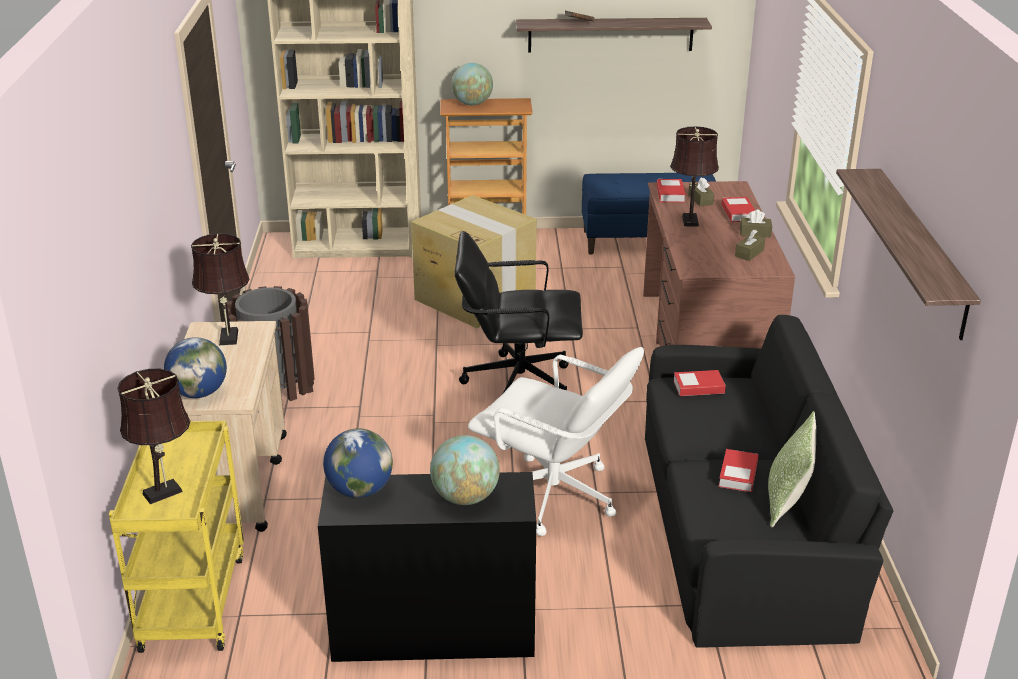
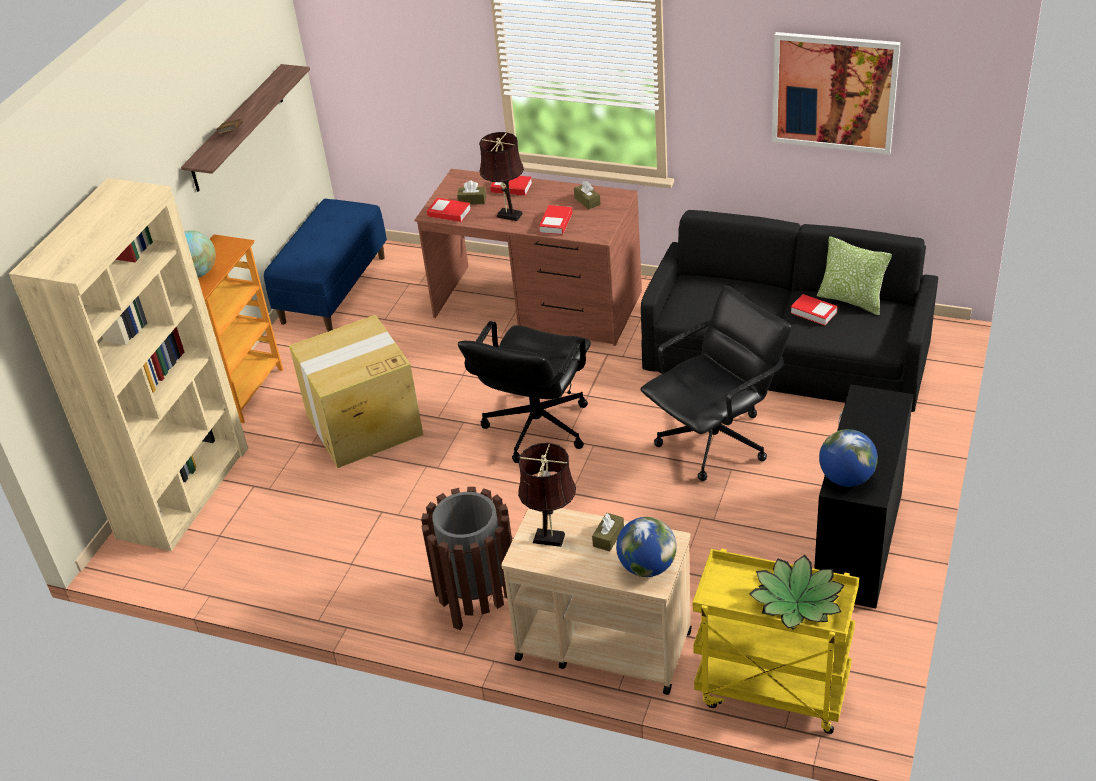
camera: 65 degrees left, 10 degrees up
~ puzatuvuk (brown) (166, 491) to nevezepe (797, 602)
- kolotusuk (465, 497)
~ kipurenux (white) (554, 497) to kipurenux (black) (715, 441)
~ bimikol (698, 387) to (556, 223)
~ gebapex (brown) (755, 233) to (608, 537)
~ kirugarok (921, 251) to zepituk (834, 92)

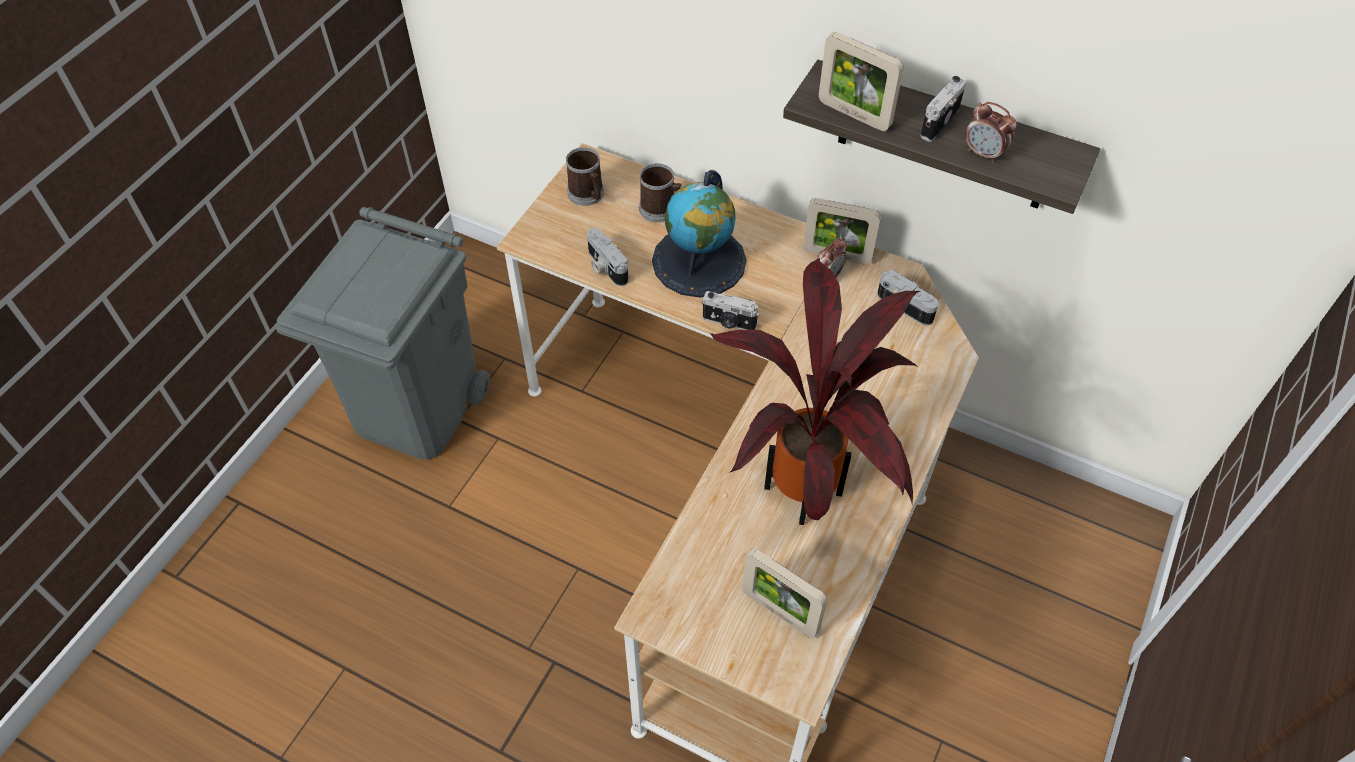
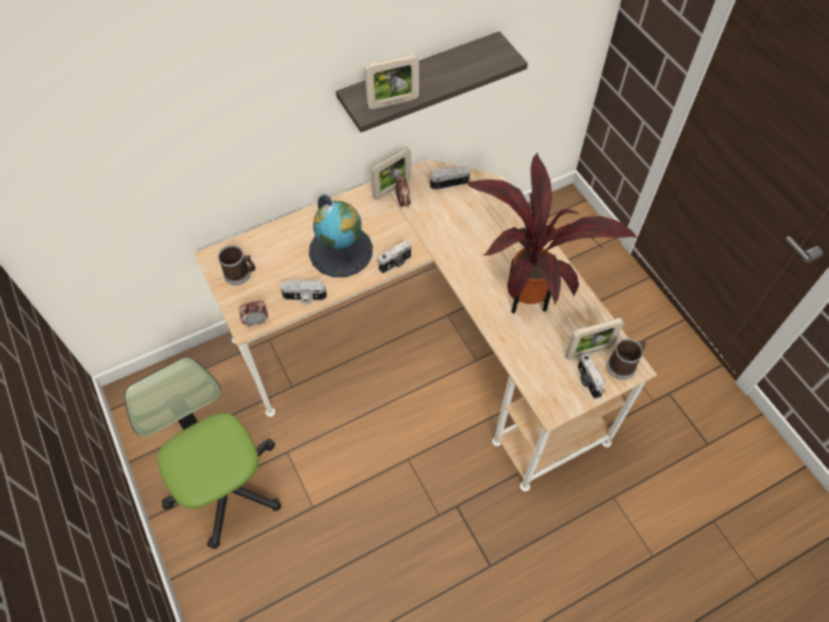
camera: 55 degrees left, 5 degrees up
~ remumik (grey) (417, 409) to kipurenux (226, 487)
~ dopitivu (661, 210) to (624, 365)
~ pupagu (937, 122) to (587, 381)
~ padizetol (983, 154) to (256, 321)

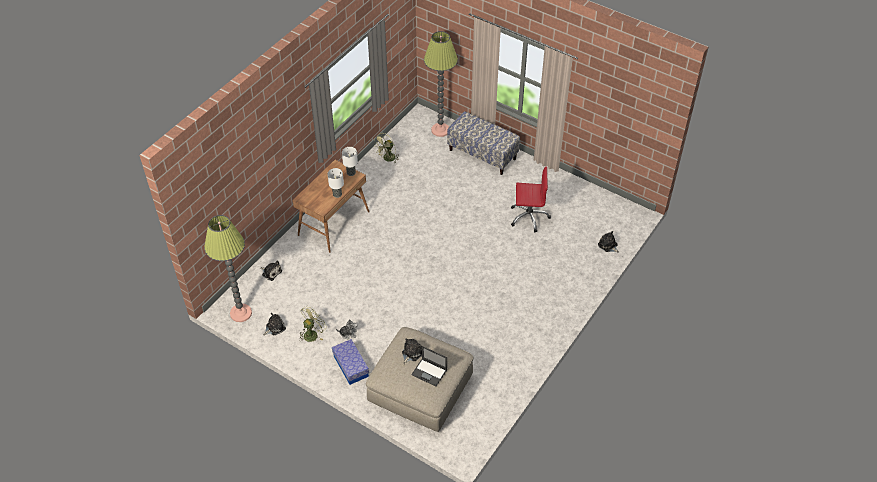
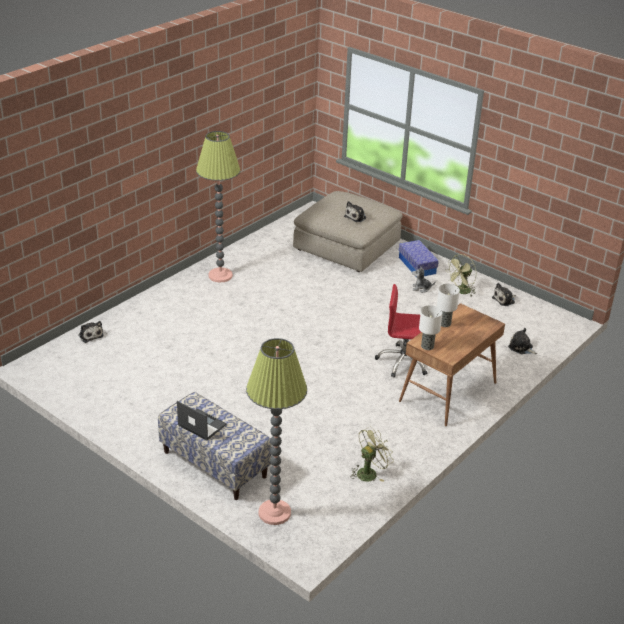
camera: 175 degrees left, 15 degrees down
~ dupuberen (241, 313) to (220, 275)
~ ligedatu (429, 372) to (201, 424)
~ kipurenux (red) (529, 217) to (403, 362)

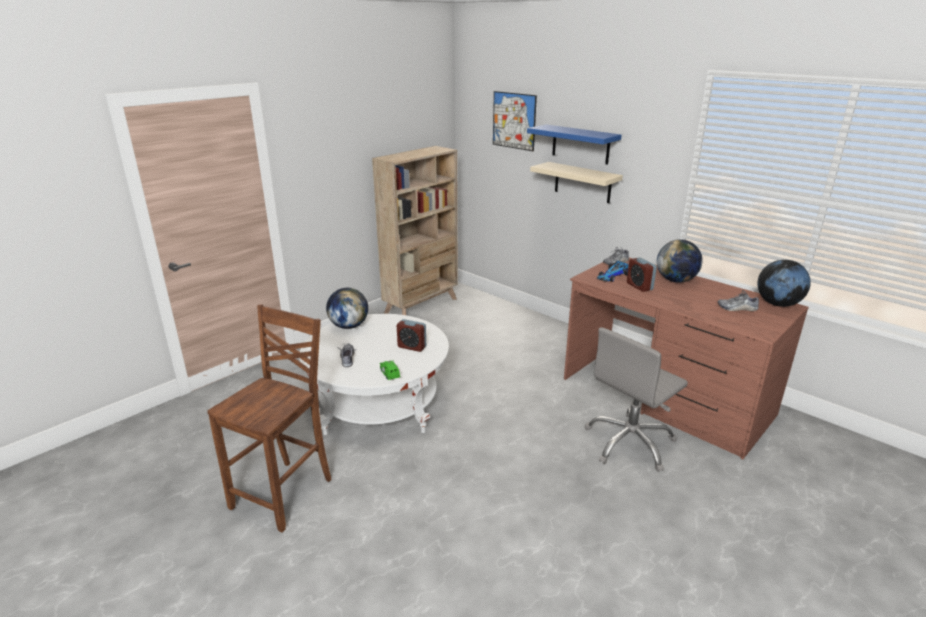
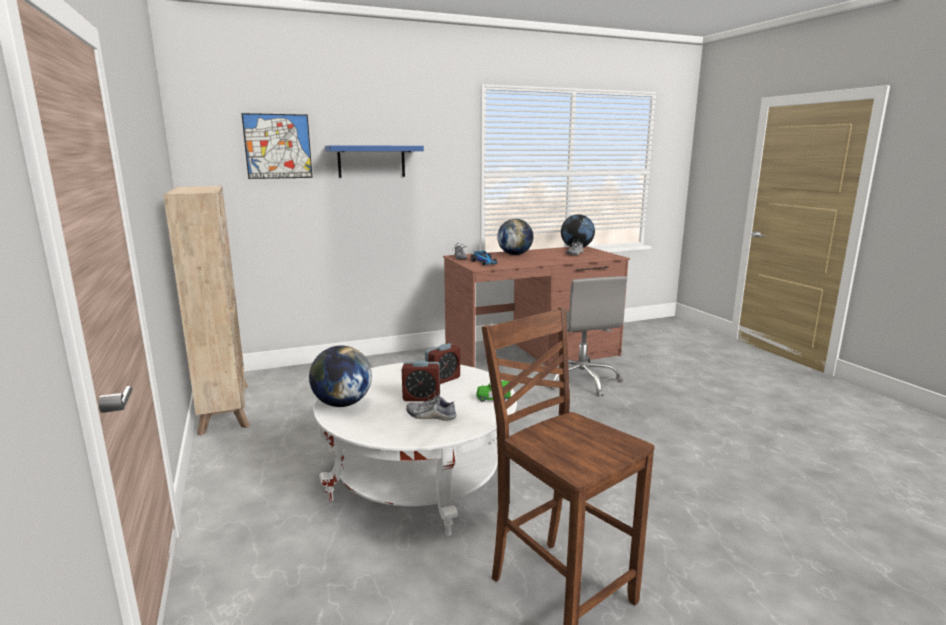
camera: 65 degrees left, 10 degrees down
- kirugarok (beige) (582, 182)
~ padizetol (639, 286) to (421, 398)

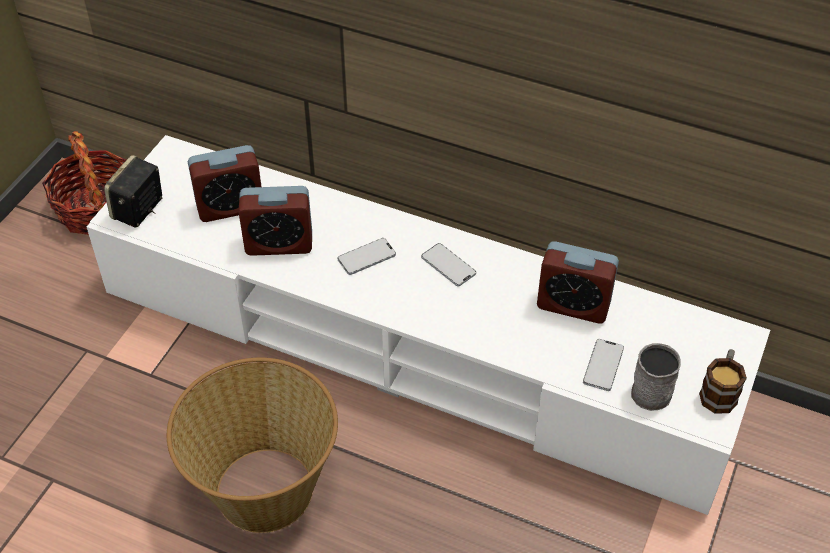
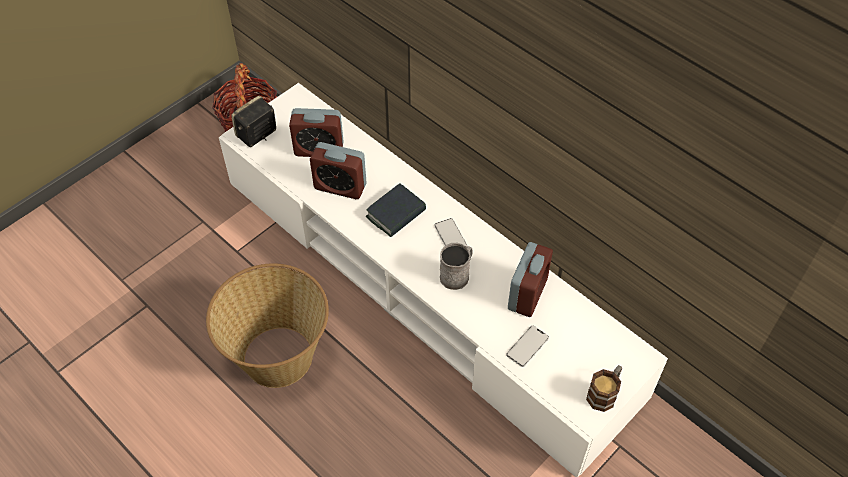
camera: 20 degrees right, 5 degrees up
~ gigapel (366, 257) to bimikol (396, 214)
~ padizetol (573, 305) = (527, 294) 105 degrees counterclockwise
~ dopitivu (grey) (652, 388) to (457, 274)

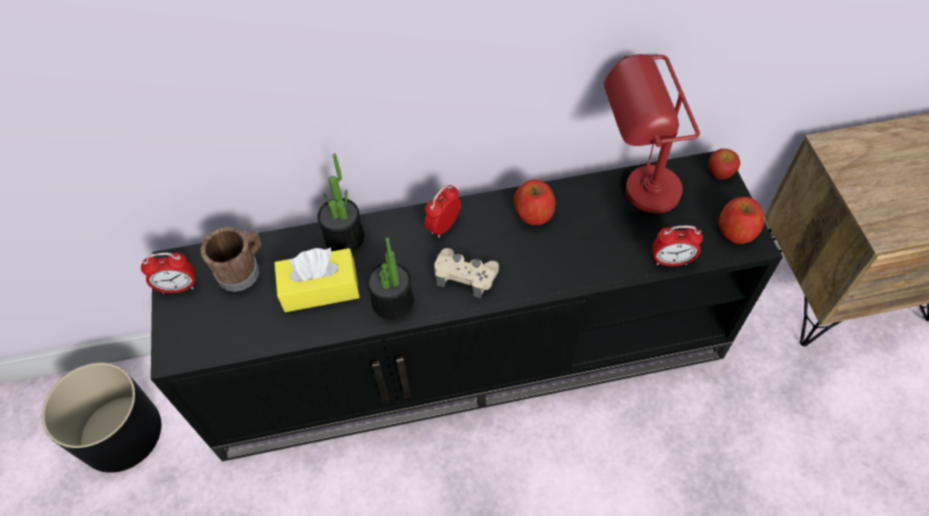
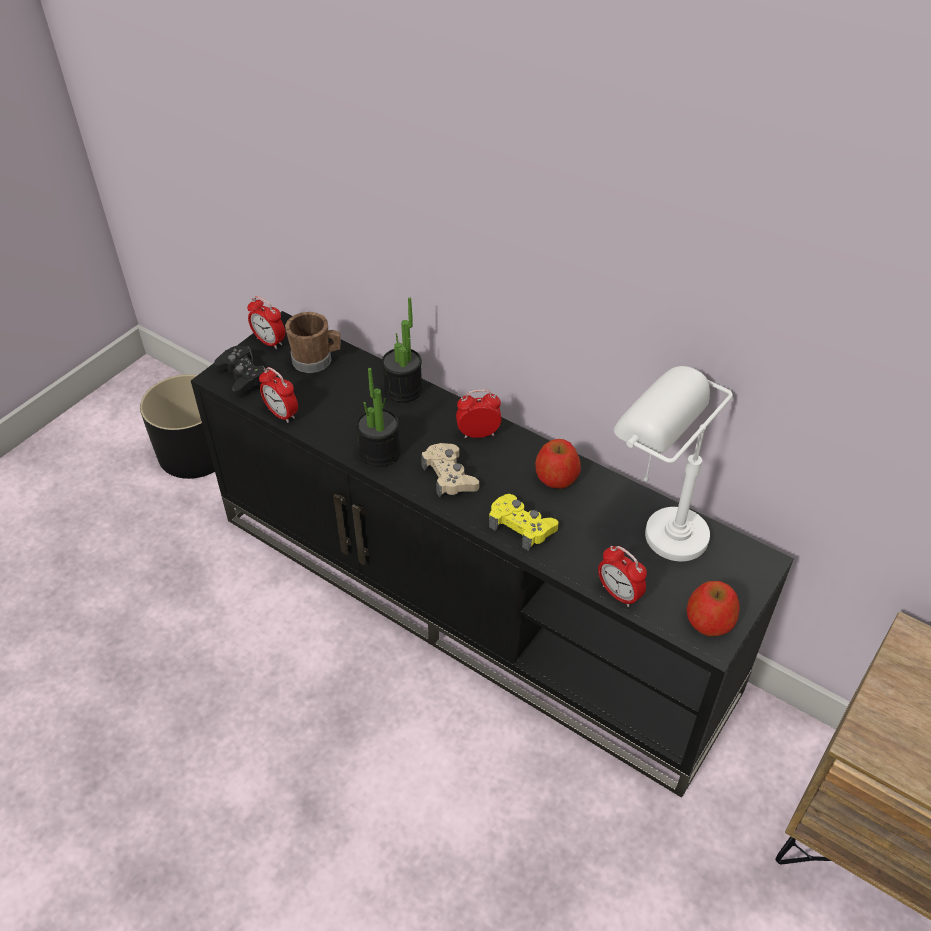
camera: 45 degrees right, 10 degrees down
- gebapex (yellow) (320, 288)
~ puzatuvuk (red) (634, 195) to puzatuvuk (white) (655, 527)
- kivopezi (719, 173)
+ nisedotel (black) (242, 376)
+ padizetol (282, 414)
+ nisedotel (yellow) (521, 526)

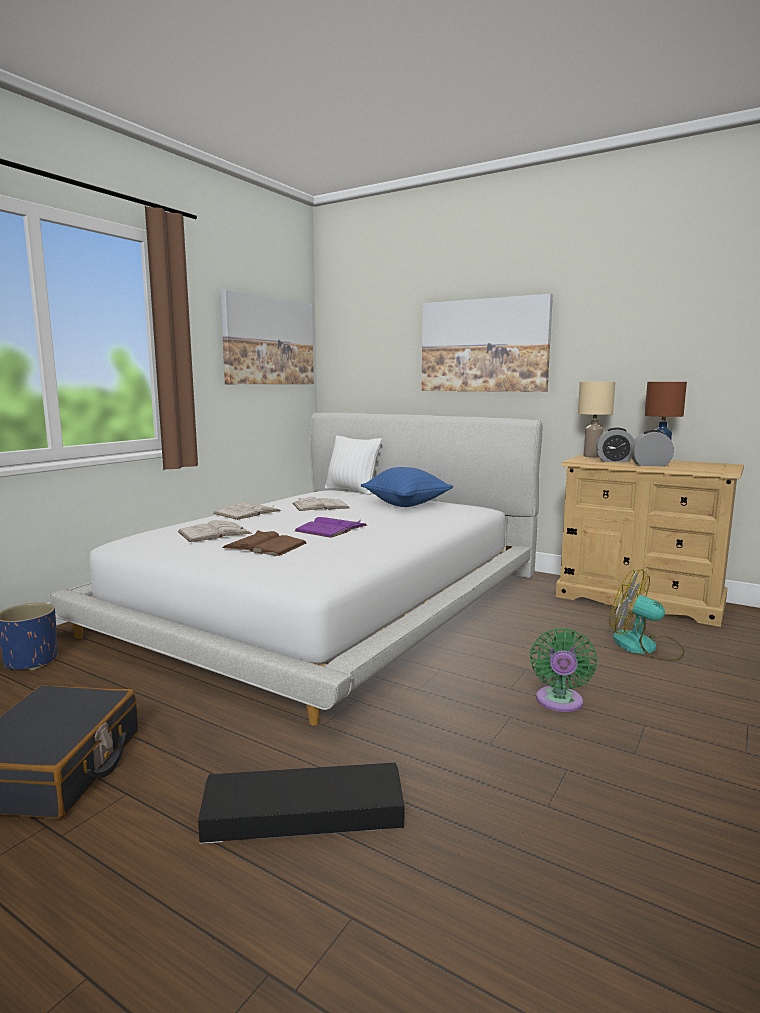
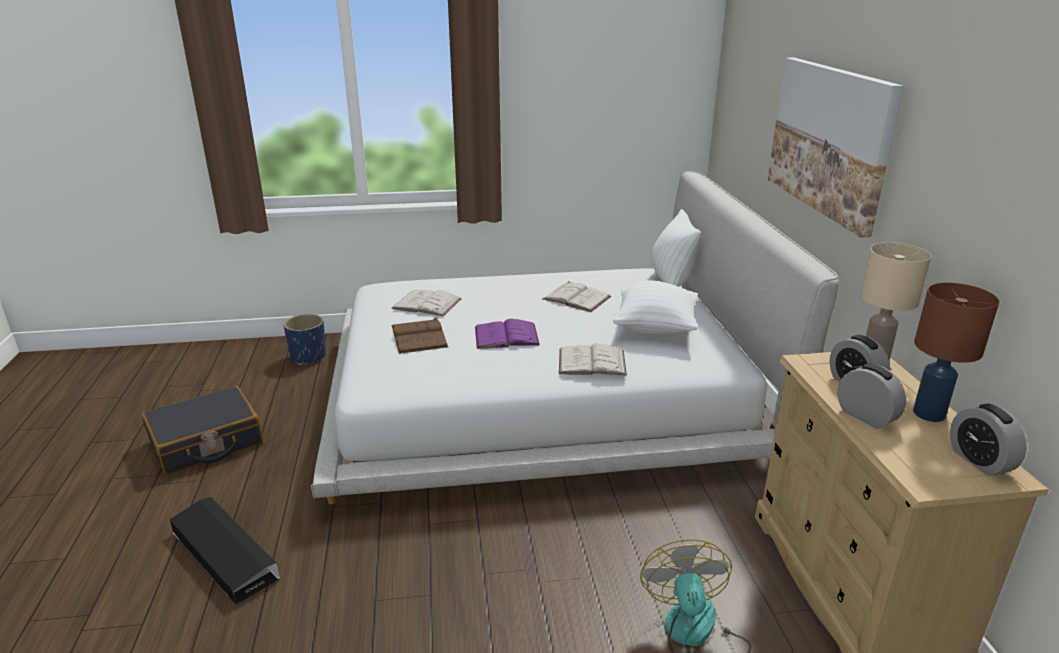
camera: 50 degrees right, 15 degrees up
~ bimikol (white) (247, 512) to (592, 362)
- zepituk (268, 341)
~ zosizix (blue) (406, 504) to zosizix (white) (655, 328)
- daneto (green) (559, 702)
+ padizetol (979, 461)

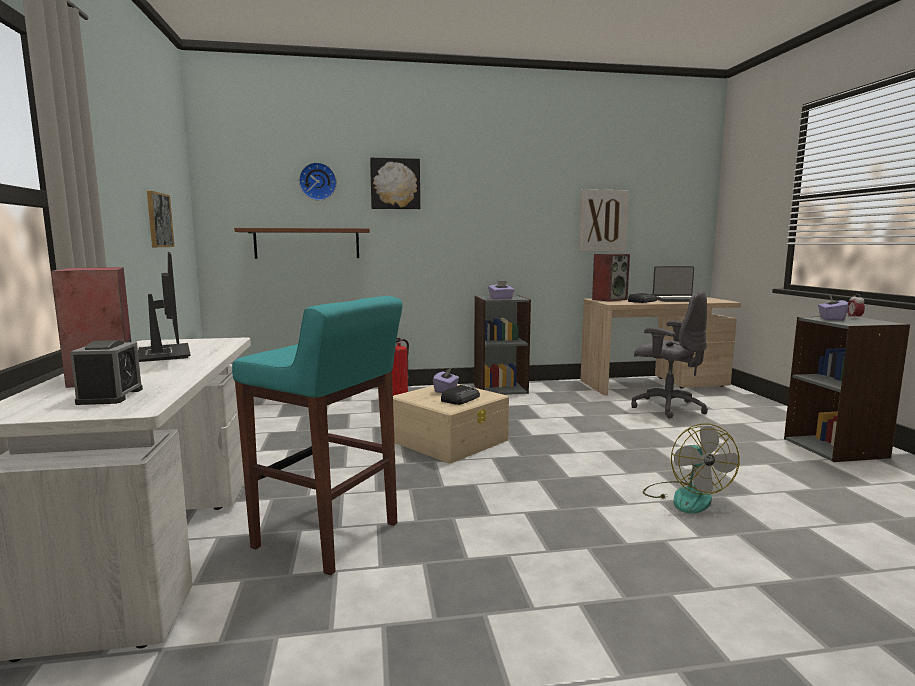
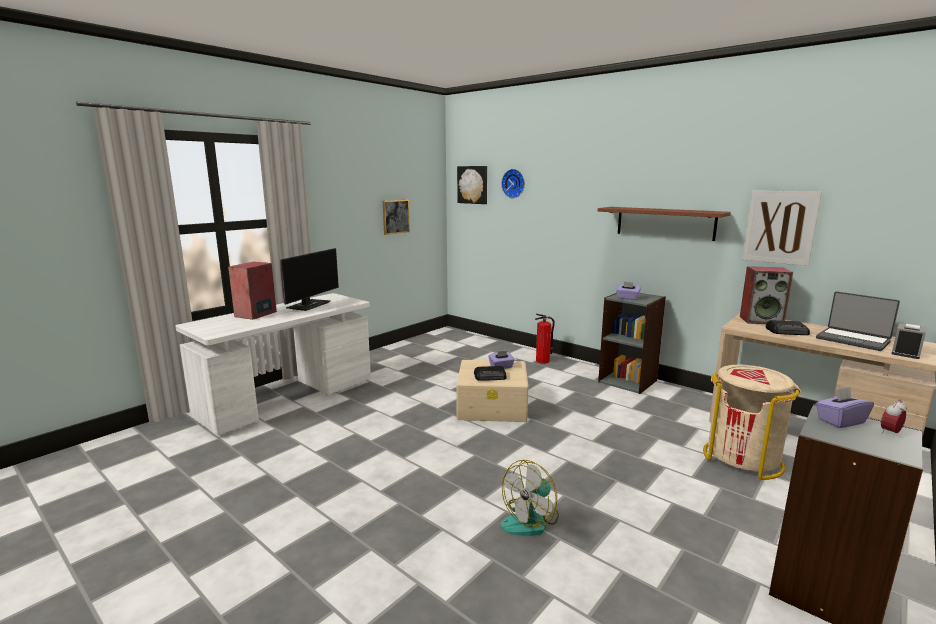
camera: 50 degrees right, 5 degrees up
~ padizetol (110, 396) to (906, 353)
- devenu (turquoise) (328, 536)
~ kirugarok (brown) (307, 243) to (665, 223)
~ zepituk (395, 184) to (473, 185)
~ kipurenux (grey) (667, 407) to remumik (beige) (742, 459)

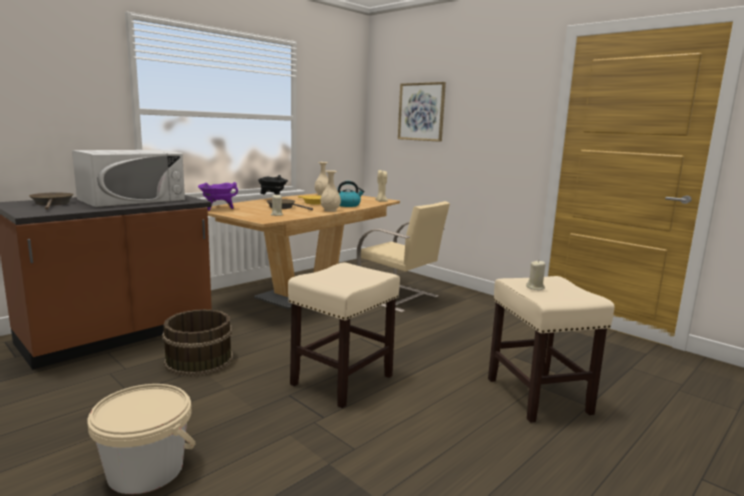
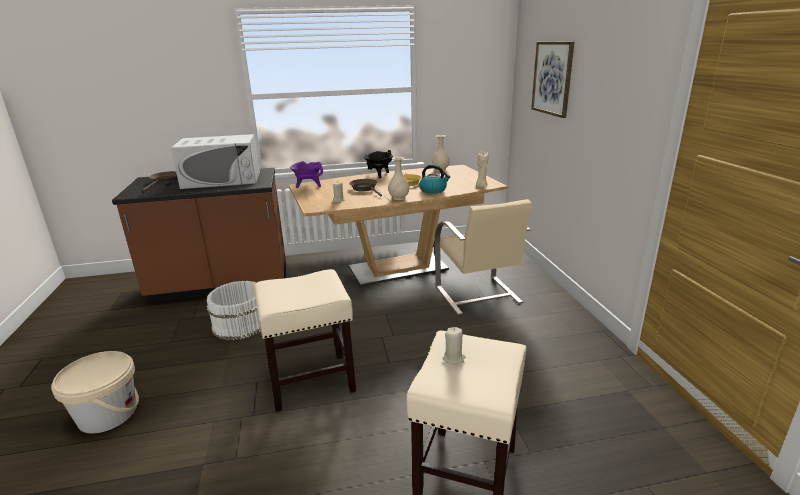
camera: 35 degrees right, 10 degrees up
~ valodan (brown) (198, 360) to valodan (white) (240, 324)

